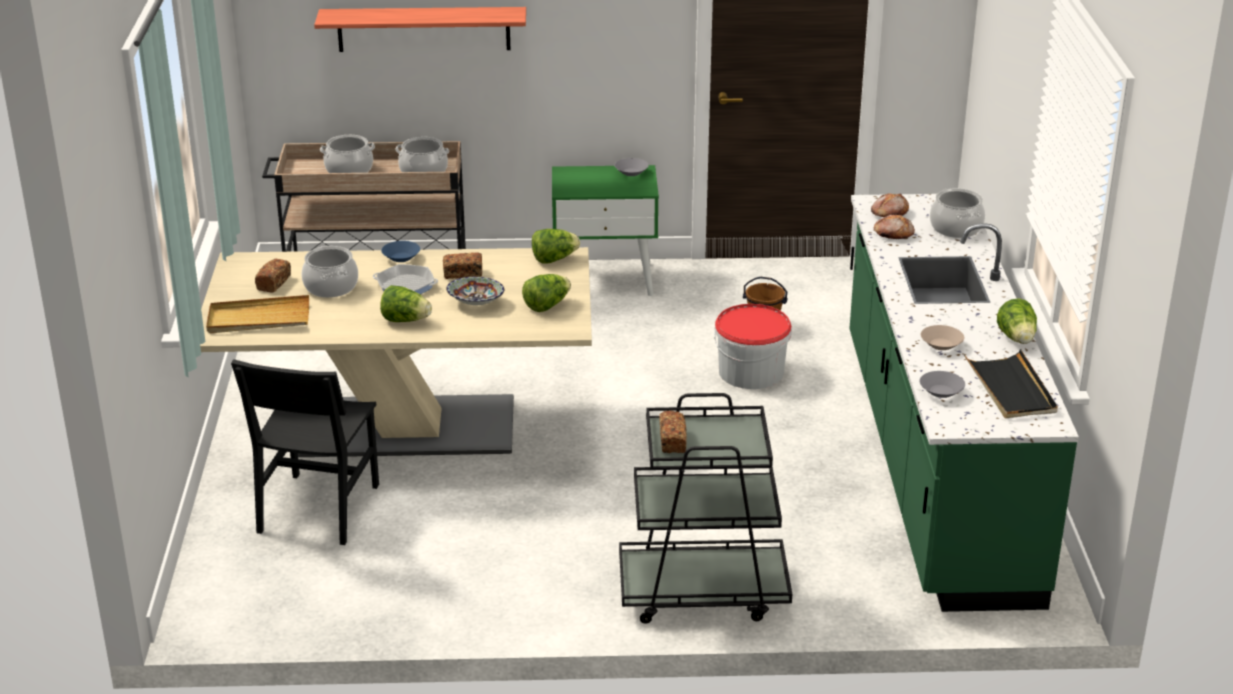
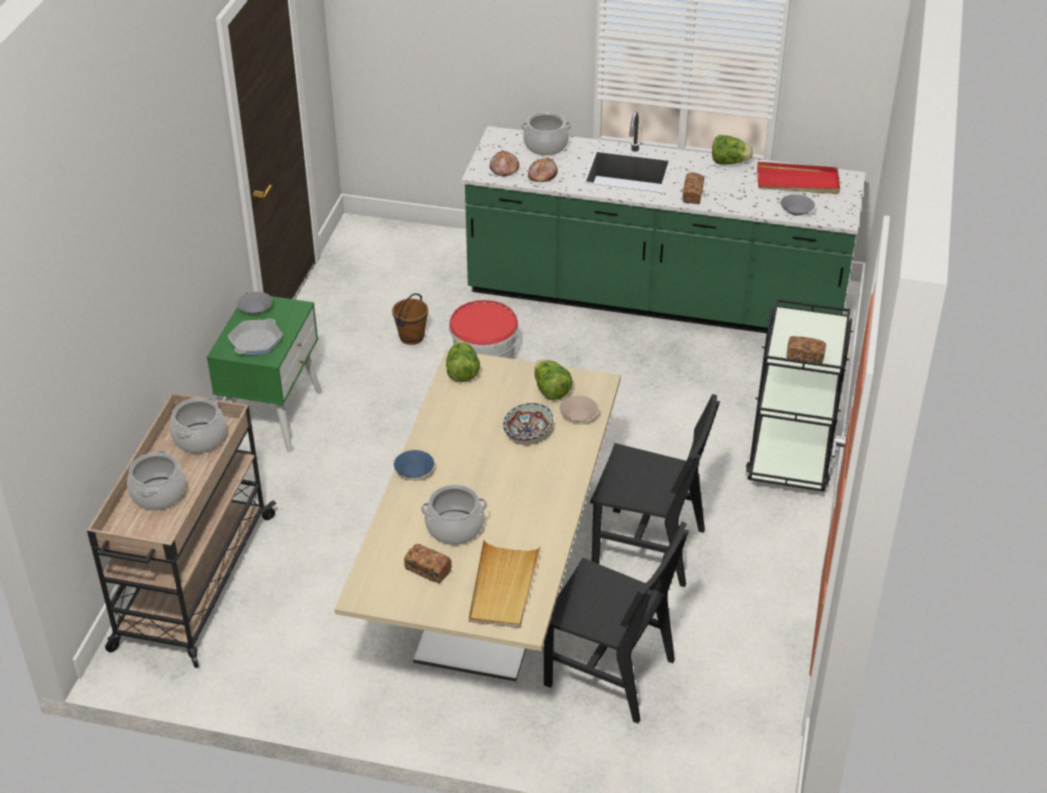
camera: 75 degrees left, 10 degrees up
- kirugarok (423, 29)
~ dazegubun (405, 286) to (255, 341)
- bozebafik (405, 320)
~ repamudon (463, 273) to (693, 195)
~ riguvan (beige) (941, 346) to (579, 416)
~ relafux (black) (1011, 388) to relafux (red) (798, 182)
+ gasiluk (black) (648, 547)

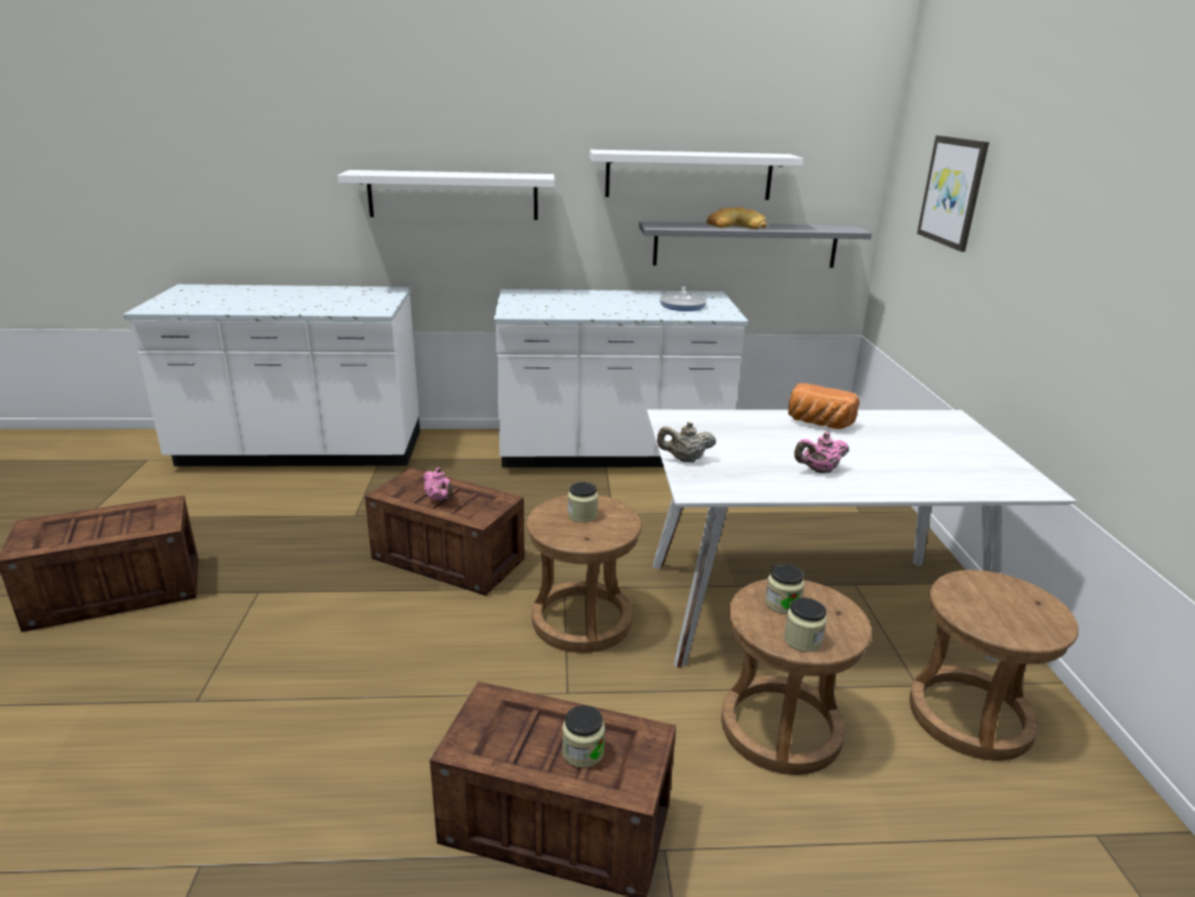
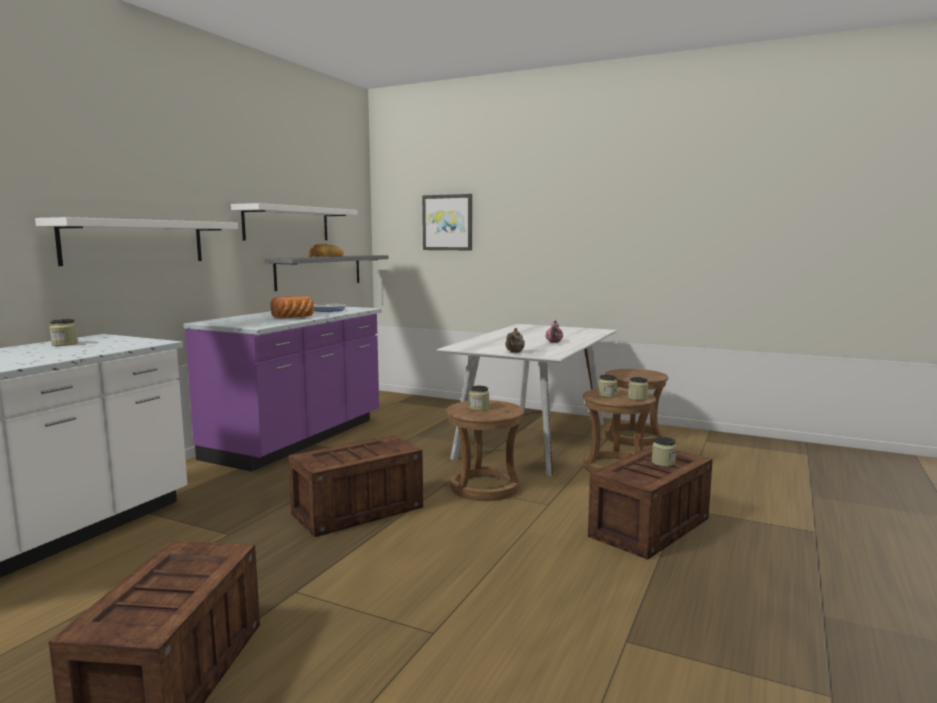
camera: 60 degrees left, 15 degrees down
- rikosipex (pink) (440, 499)
~ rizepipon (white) (611, 453) to rizepipon (purple) (298, 439)
~ repamudon (818, 423) to (294, 318)
+ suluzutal (64, 344)

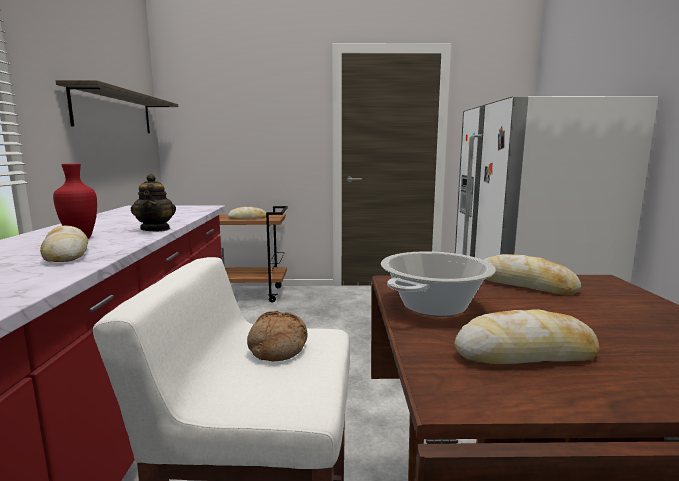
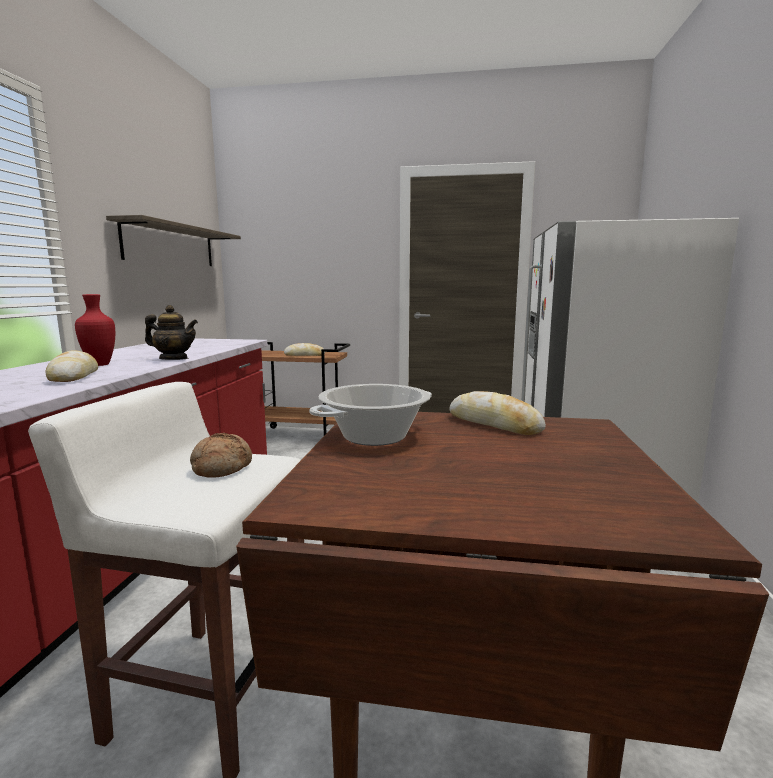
camera: 10 degrees right, 0 degrees up
~ rikosipex (156, 229) = (174, 359) 75 degrees counterclockwise
- repamudon (525, 354)

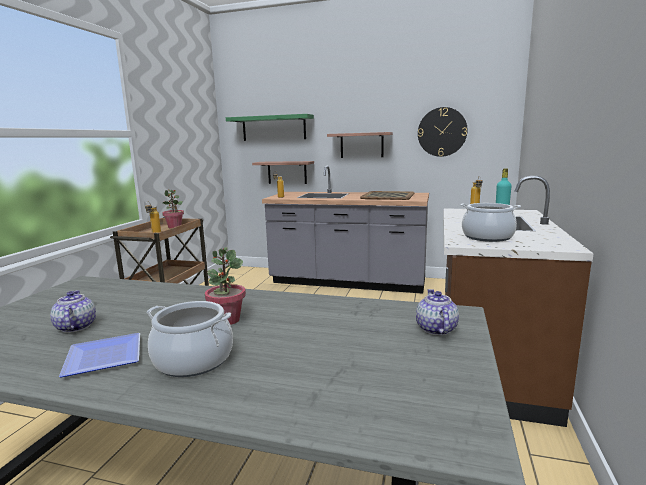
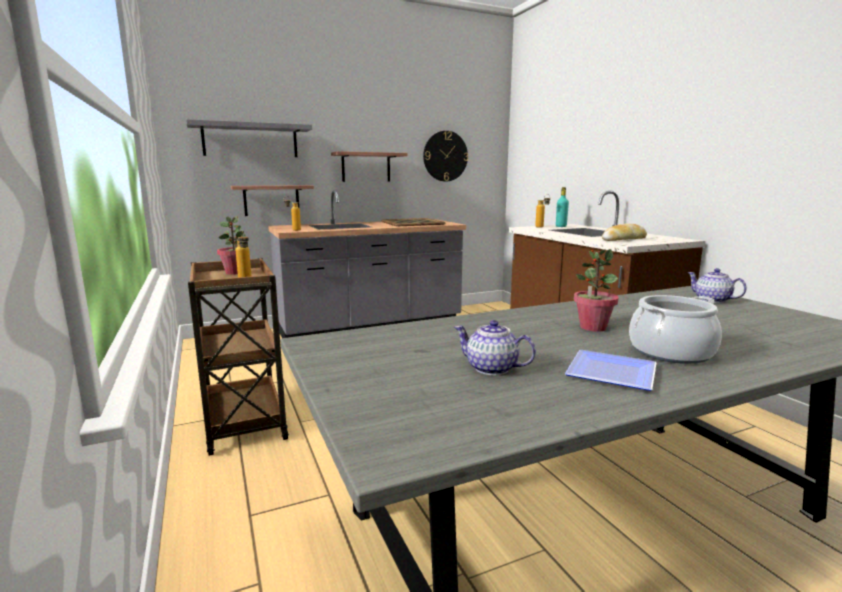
camera: 40 degrees left, 0 degrees up
~ kirugarok (green) (273, 128) to kirugarok (grey) (250, 140)
~ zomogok (487, 237) to repamudon (624, 239)

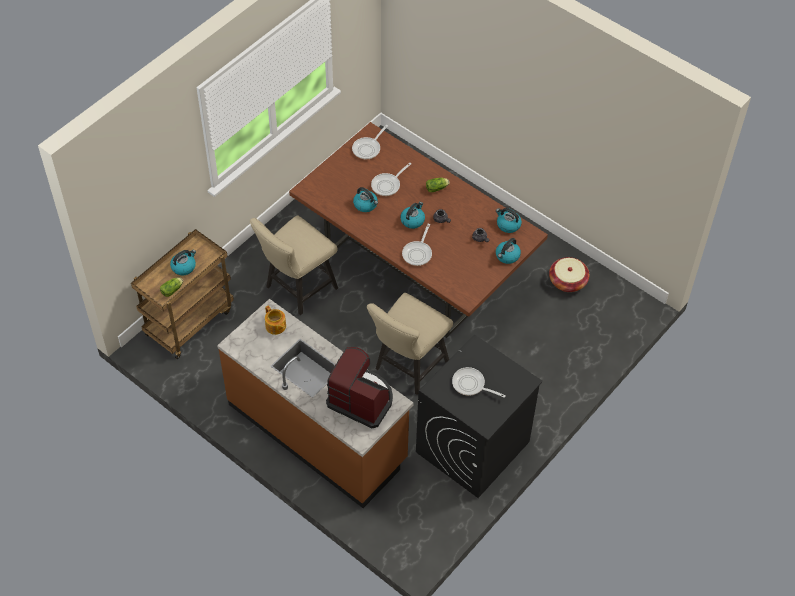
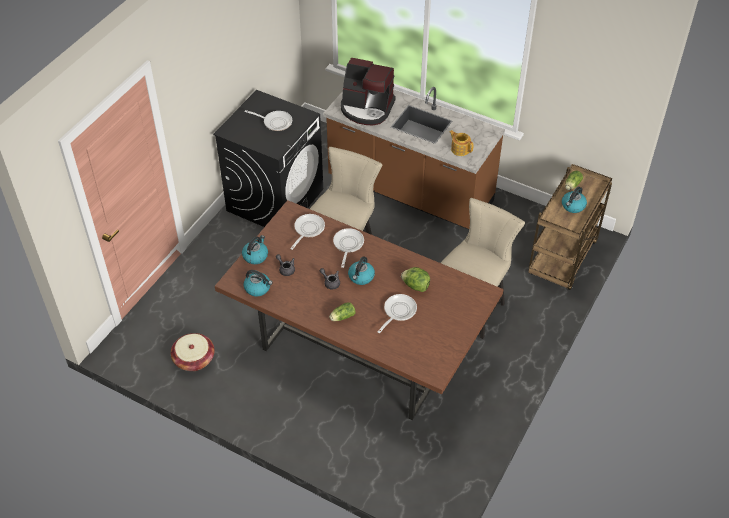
camera: 170 degrees right, 5 degrees down
~ dazegubun (368, 148) to (308, 230)
~ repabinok (366, 205) to bozebafik (415, 286)

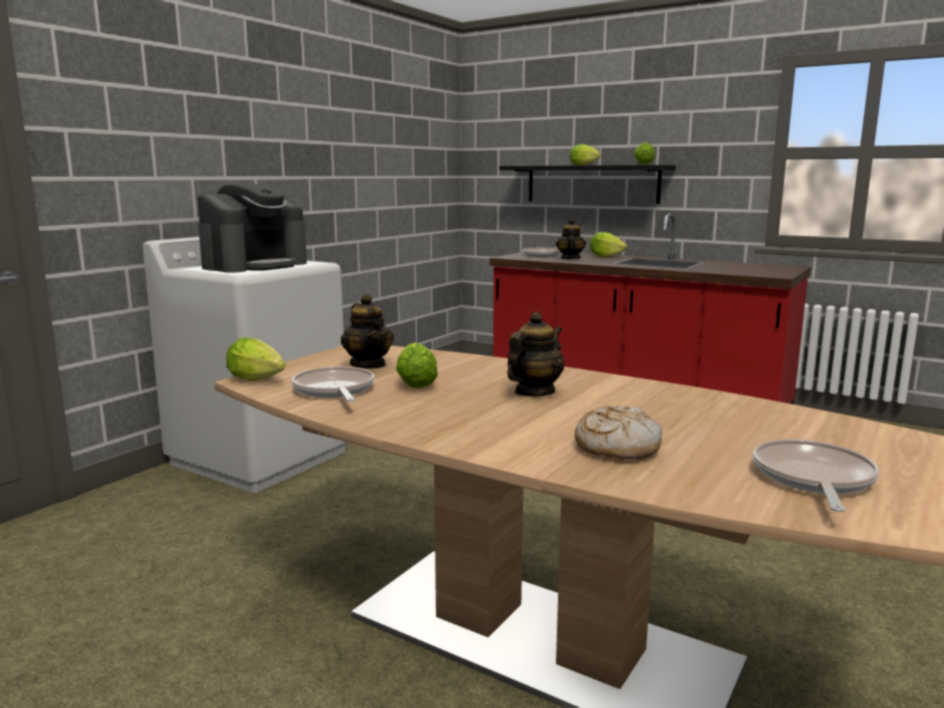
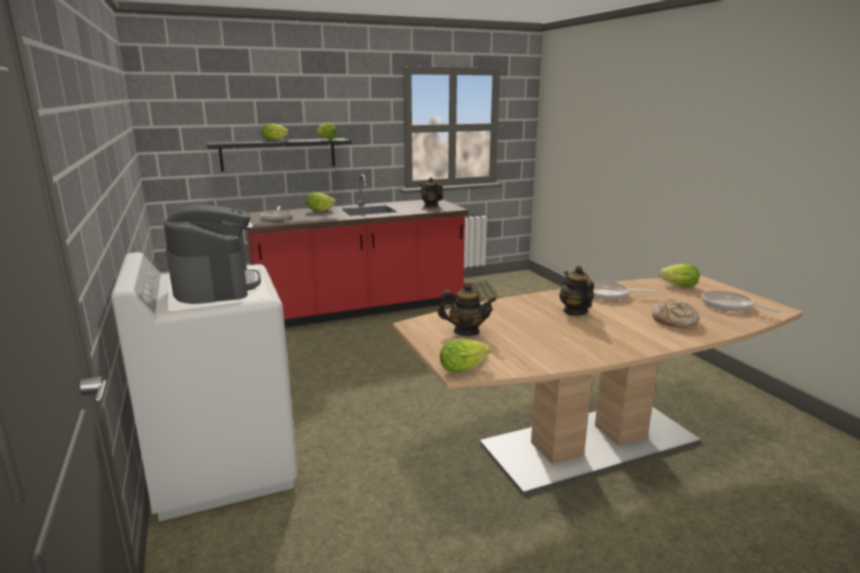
camera: 55 degrees left, 5 degrees up
~ dazegubun (334, 390) to (608, 294)
~ bozebafik (415, 383) to (677, 285)
~ rikosipex (570, 258) to (430, 206)

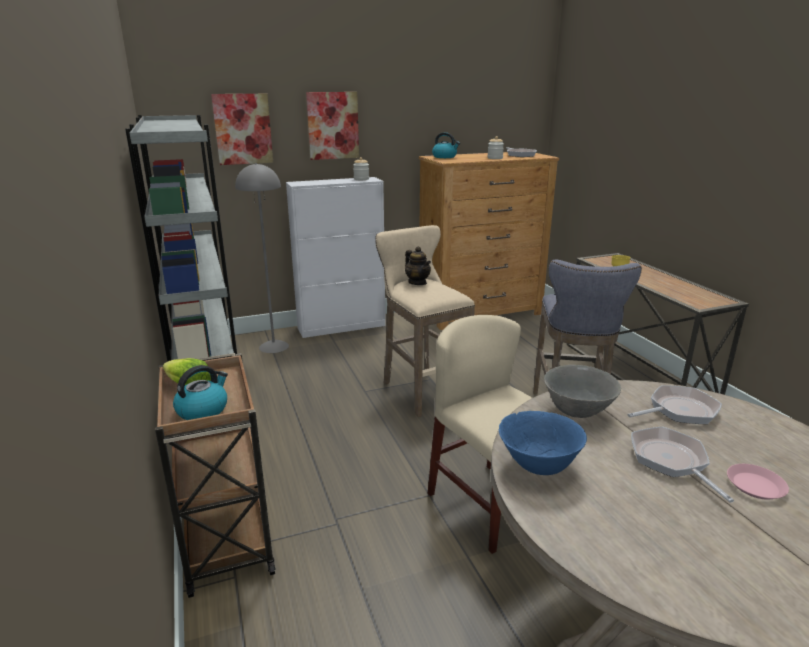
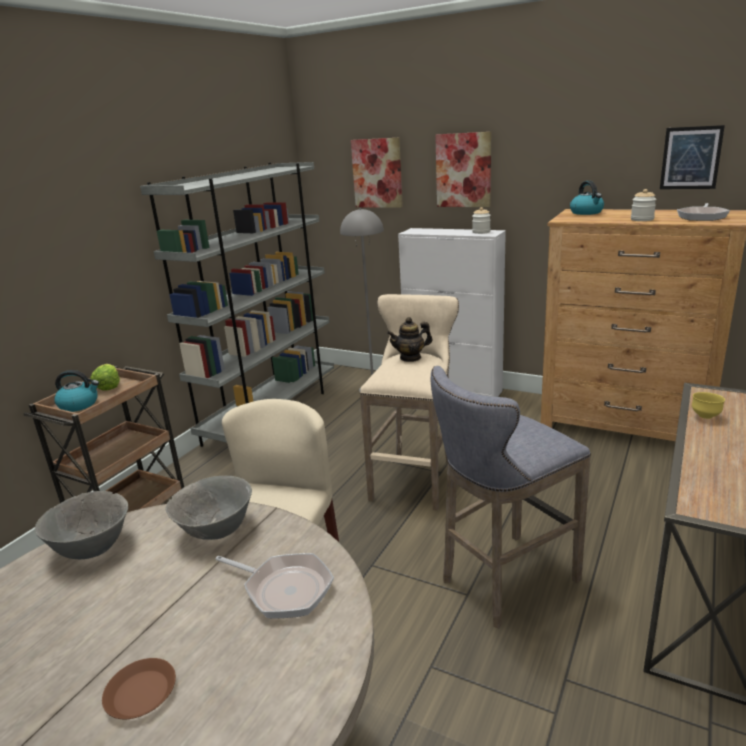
camera: 50 degrees right, 0 degrees up
~ rikosipex (417, 282) = (410, 357) 60 degrees clockwise
~ riguvan (blue) (538, 466) to riguvan (grey) (92, 548)
- dazegubun (671, 461)
~ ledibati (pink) (755, 486) to ledibati (brown) (140, 693)
+ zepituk (691, 158)

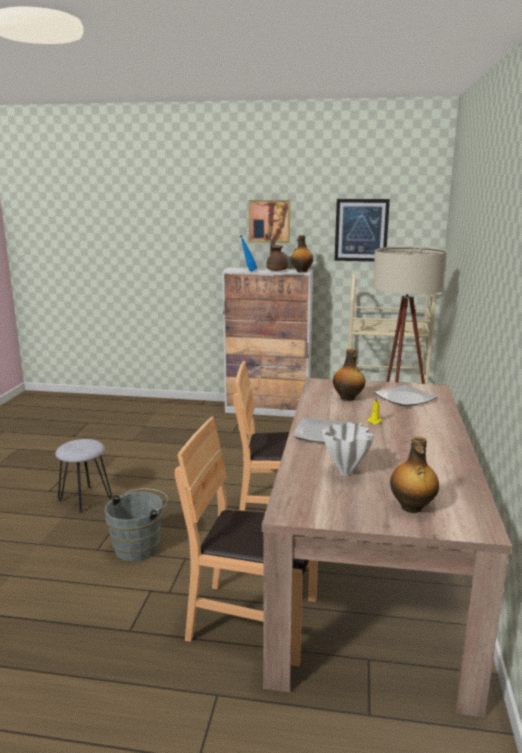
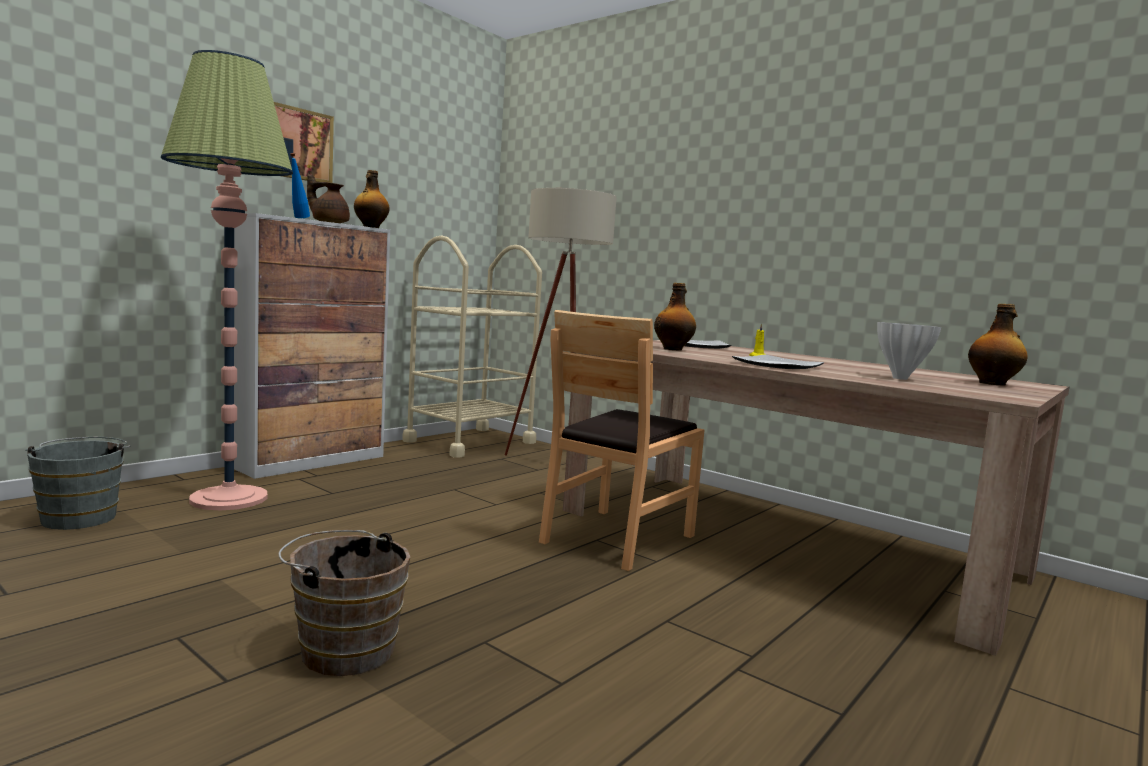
camera: 60 degrees left, 10 degrees down
~ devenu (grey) (85, 499) to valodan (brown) (343, 649)
~ valodan (grey) (140, 547) to (81, 516)
- gasiluk (brown) (254, 620)
- zepituk (361, 230)
+ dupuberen (229, 498)

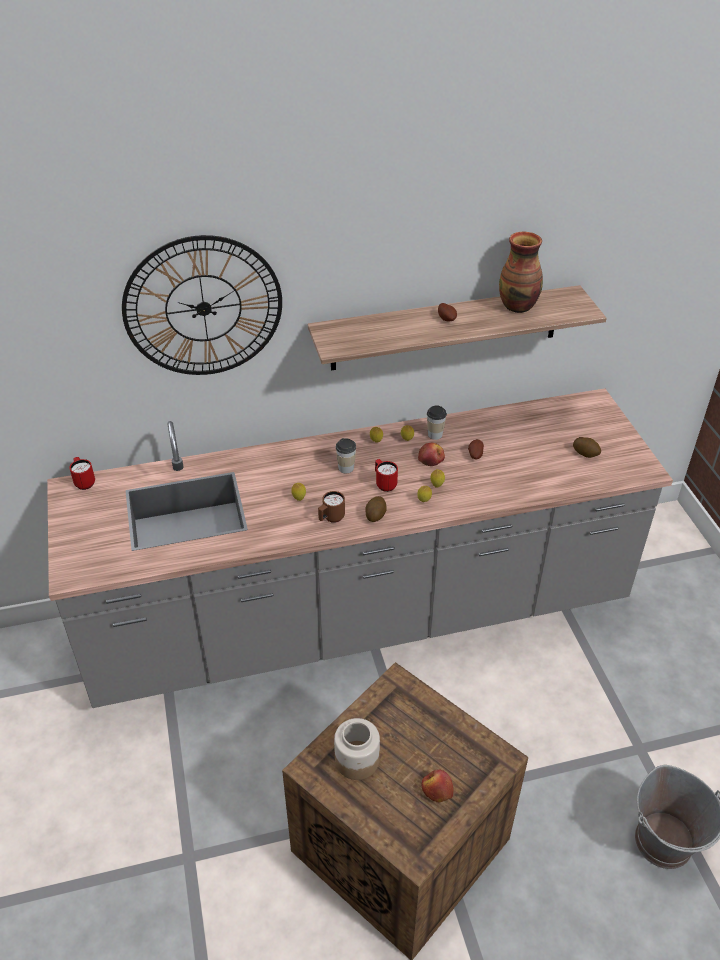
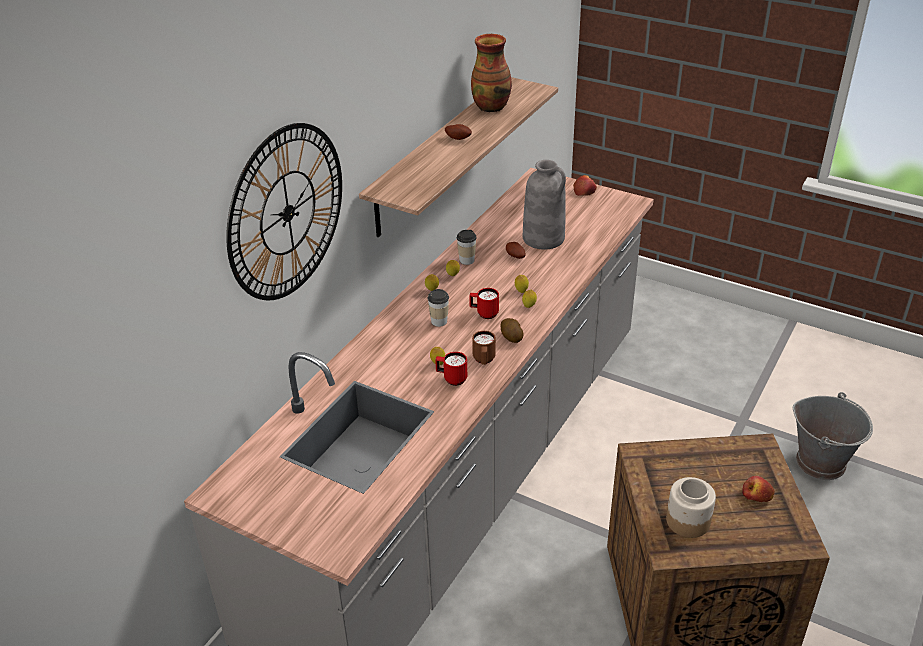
camera: 45 degrees left, 5 degrees down
~ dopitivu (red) (84, 482) to (451, 379)
~ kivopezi (431, 459) to (584, 190)
- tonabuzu (585, 453)
+ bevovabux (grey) (544, 238)

